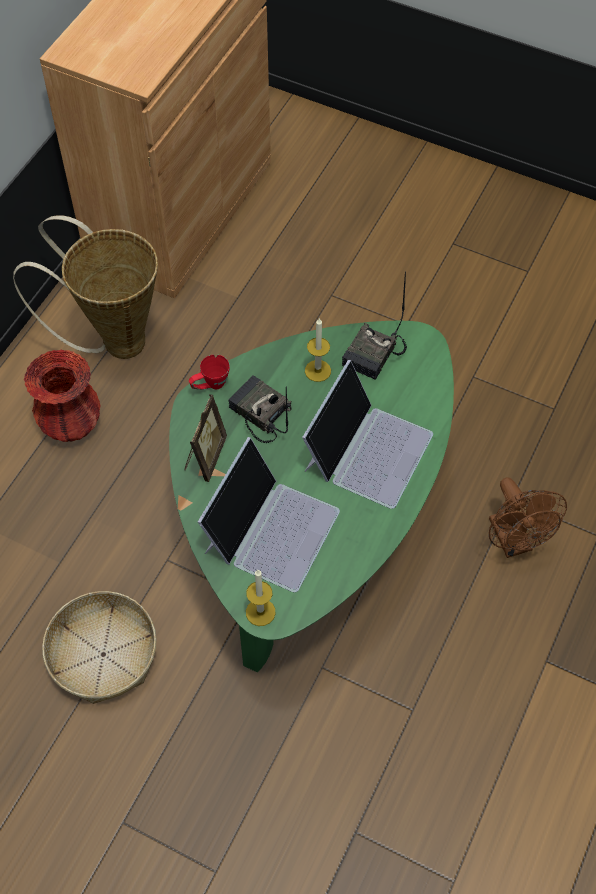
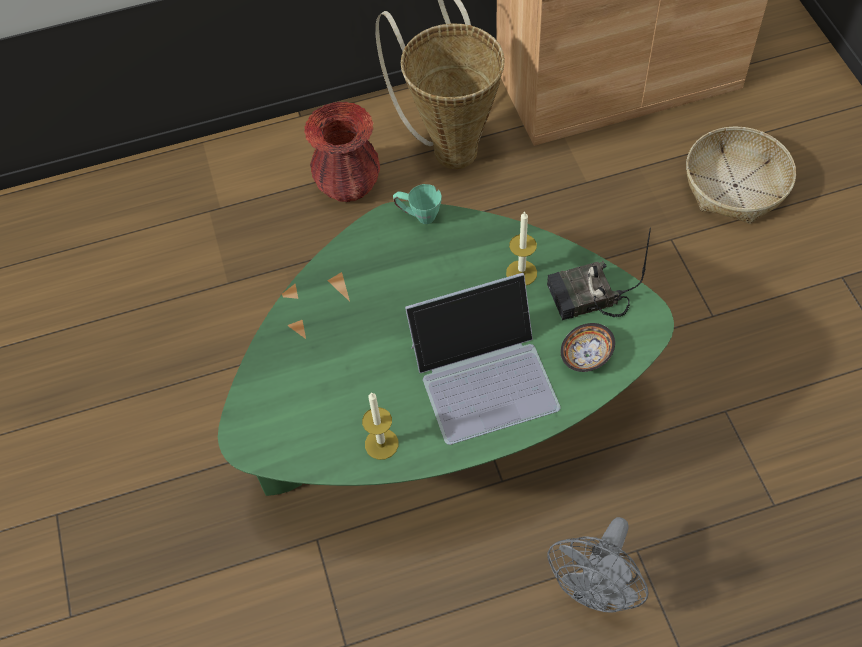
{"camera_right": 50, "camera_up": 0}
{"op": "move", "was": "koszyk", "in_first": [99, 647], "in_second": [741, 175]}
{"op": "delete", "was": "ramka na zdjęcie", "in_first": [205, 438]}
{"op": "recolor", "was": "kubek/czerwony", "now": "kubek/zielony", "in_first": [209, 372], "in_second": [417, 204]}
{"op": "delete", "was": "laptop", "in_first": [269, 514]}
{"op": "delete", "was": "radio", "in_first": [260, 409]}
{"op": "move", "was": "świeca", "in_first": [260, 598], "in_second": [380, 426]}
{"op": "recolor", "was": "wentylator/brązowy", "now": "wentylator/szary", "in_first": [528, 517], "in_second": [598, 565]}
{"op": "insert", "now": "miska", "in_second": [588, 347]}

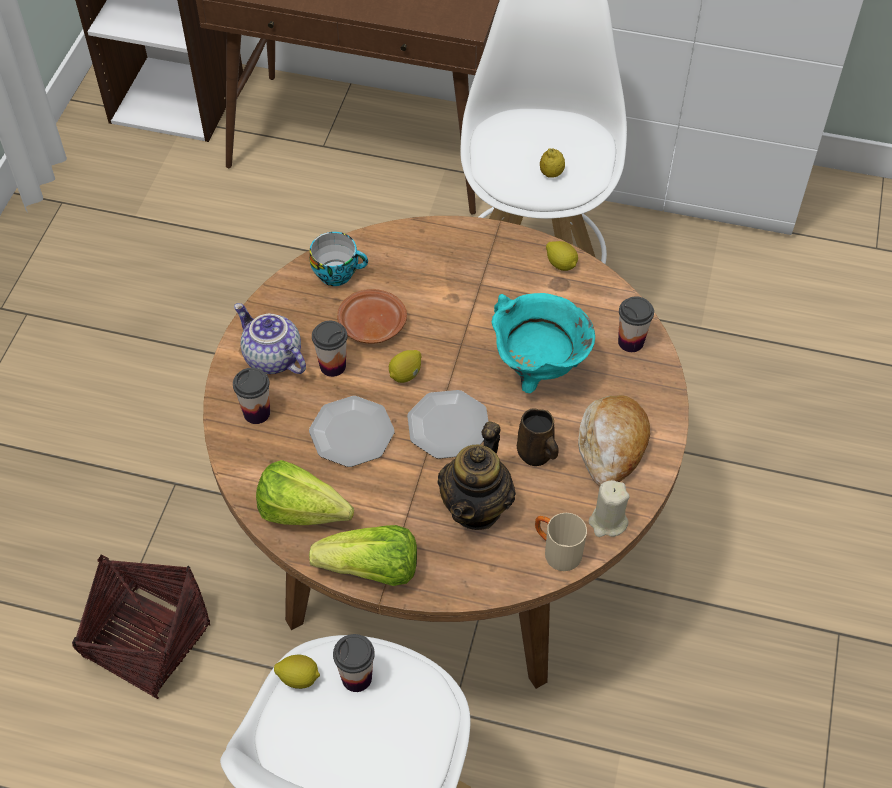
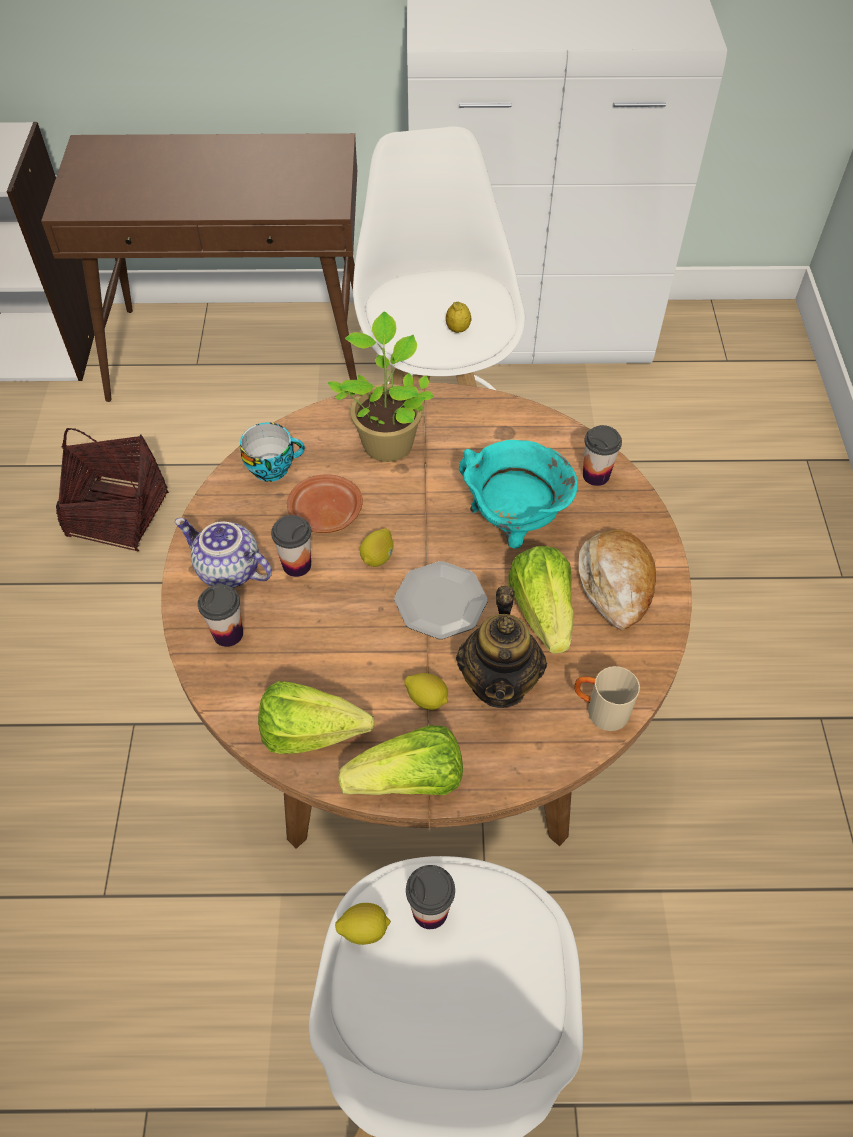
{"camera_right": -15, "camera_up": 0}
{"op": "move", "was": "koszyk", "in_first": [141, 626], "in_second": [112, 490]}
{"op": "delete", "was": "talerz", "in_first": [352, 431]}
{"op": "replace", "was": "kubek/brązowy", "now": "sałata", "in_first": [538, 437], "in_second": [541, 600]}
{"op": "move", "was": "cytryna", "in_first": [562, 256], "in_second": [426, 691]}
{"op": "delete", "was": "świeca/beżowy", "in_first": [609, 508]}
{"op": "insert", "now": "roślina doniczkowa", "in_second": [381, 387]}

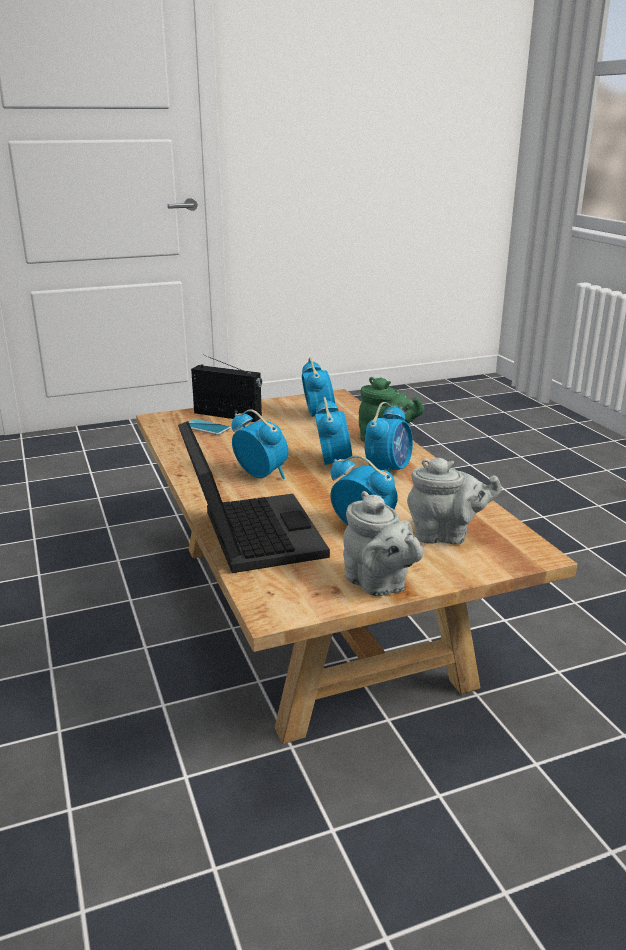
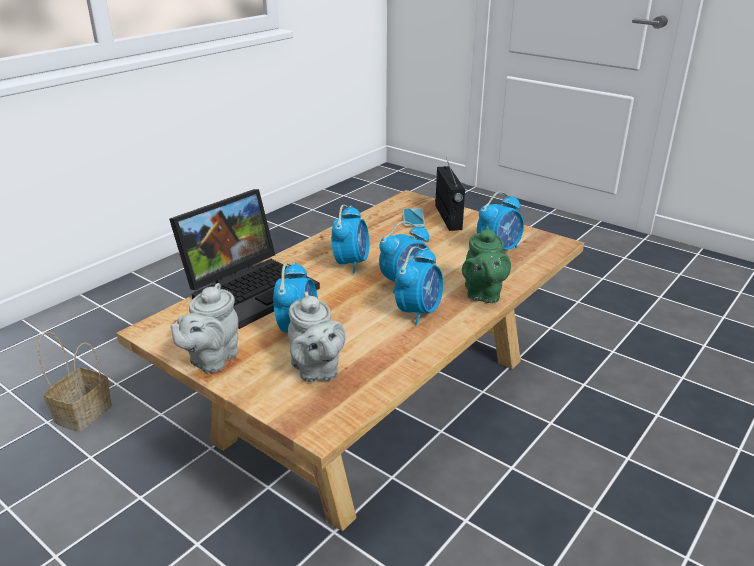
{"camera_right": 60, "camera_up": 5}
{"op": "rotate", "was": "budzik", "in_first": [389, 437], "in_second": [419, 285], "clockwise": -60}
{"op": "insert", "now": "koszyk", "in_second": [75, 381]}

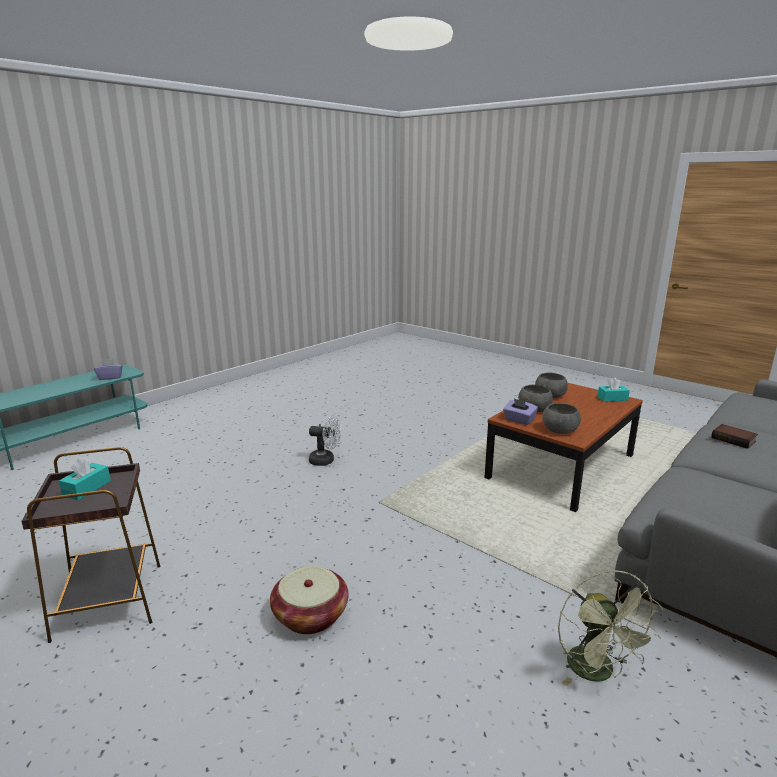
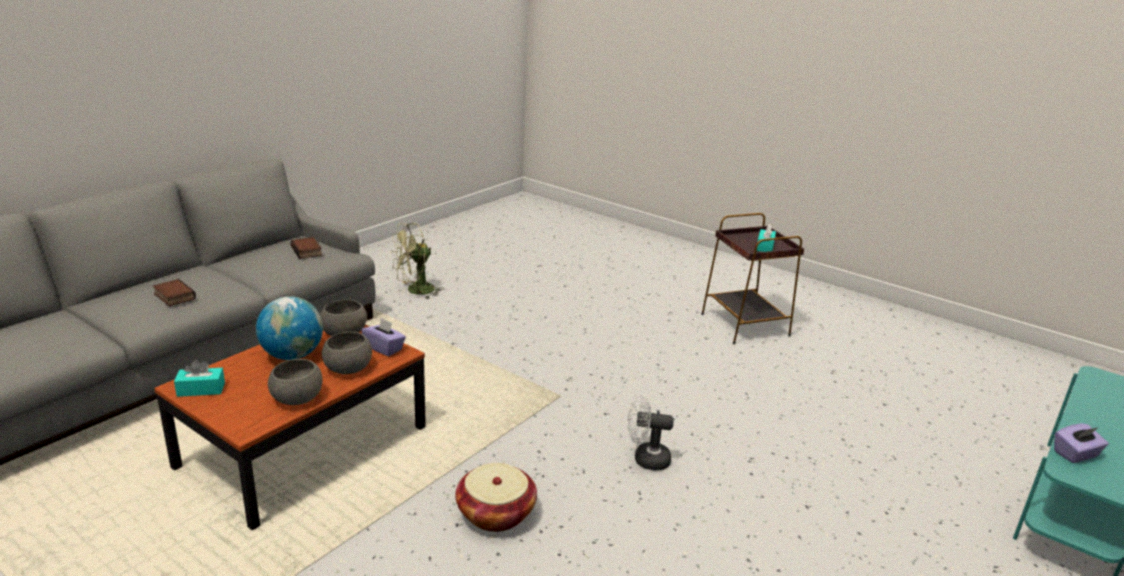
{"camera_right": 175, "camera_up": 5}
{"op": "move", "was": "koszyk", "in_first": [309, 600], "in_second": [496, 497]}
{"op": "rotate", "was": "wentylator/zielony", "in_first": [610, 628], "in_second": [416, 260], "clockwise": -105}
{"op": "insert", "now": "globus", "in_second": [289, 328]}
{"op": "insert", "now": "książka", "in_second": [306, 248]}

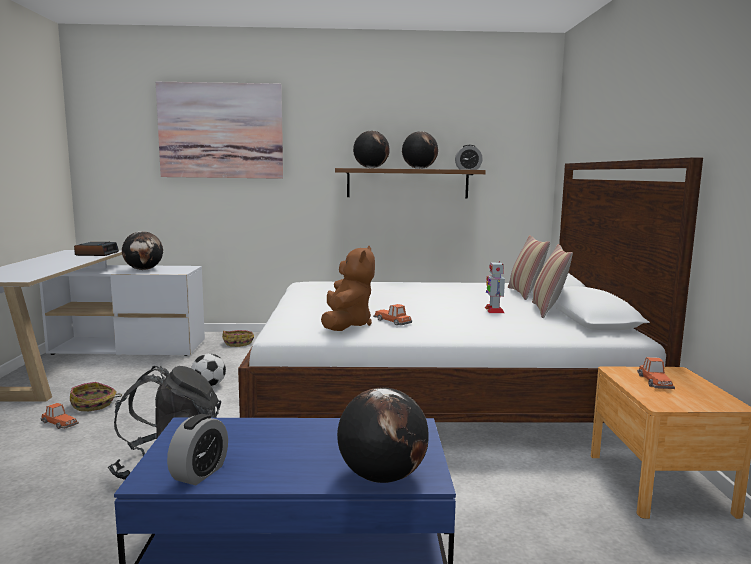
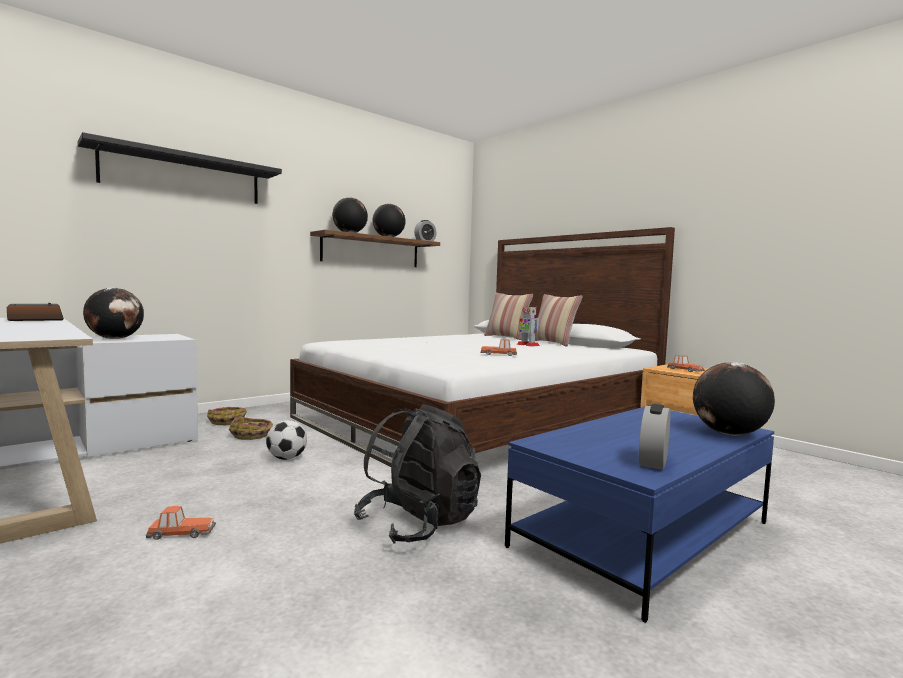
{"camera_right": -40, "camera_up": -5}
{"op": "move", "was": "koszyk", "in_first": [96, 396], "in_second": [251, 428]}
{"op": "replace", "was": "obraz", "now": "półka/czarny", "in_first": [219, 130], "in_second": [179, 168]}
{"op": "rotate", "was": "budzik", "in_first": [197, 450], "in_second": [654, 437], "clockwise": -135}
{"op": "delete", "was": "pluszak/brązowy", "in_first": [348, 288]}

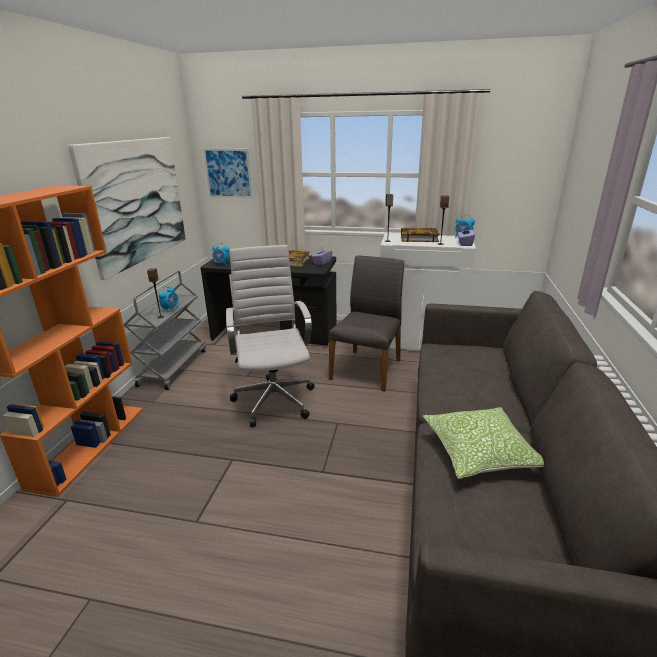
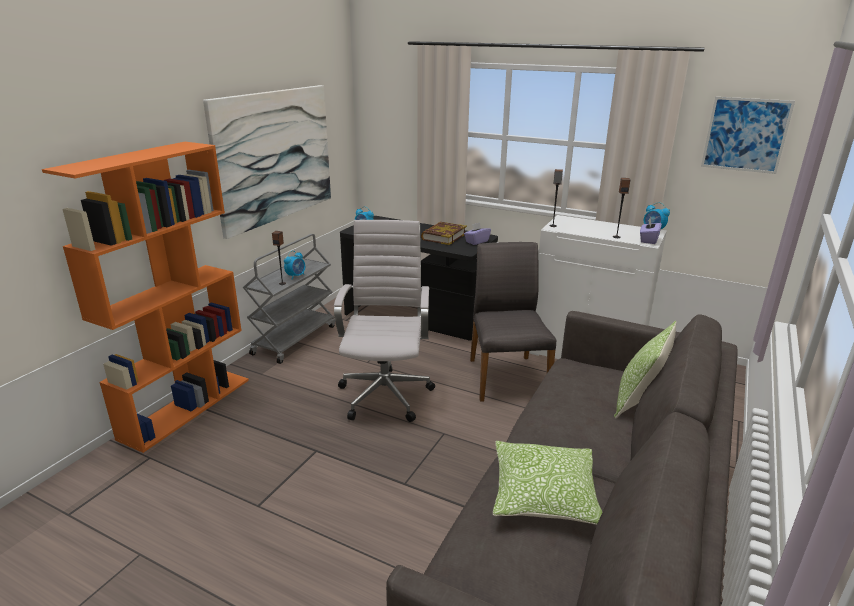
{"camera_right": 15, "camera_up": 0}
{"op": "move", "was": "obraz", "in_first": [228, 173], "in_second": [748, 135]}
{"op": "rotate", "was": "krzesło/szary", "in_first": [366, 323], "in_second": [513, 322], "clockwise": -45}
{"op": "delete", "was": "książka", "in_first": [420, 234]}
{"op": "insert", "now": "poduszka", "in_second": [645, 369]}

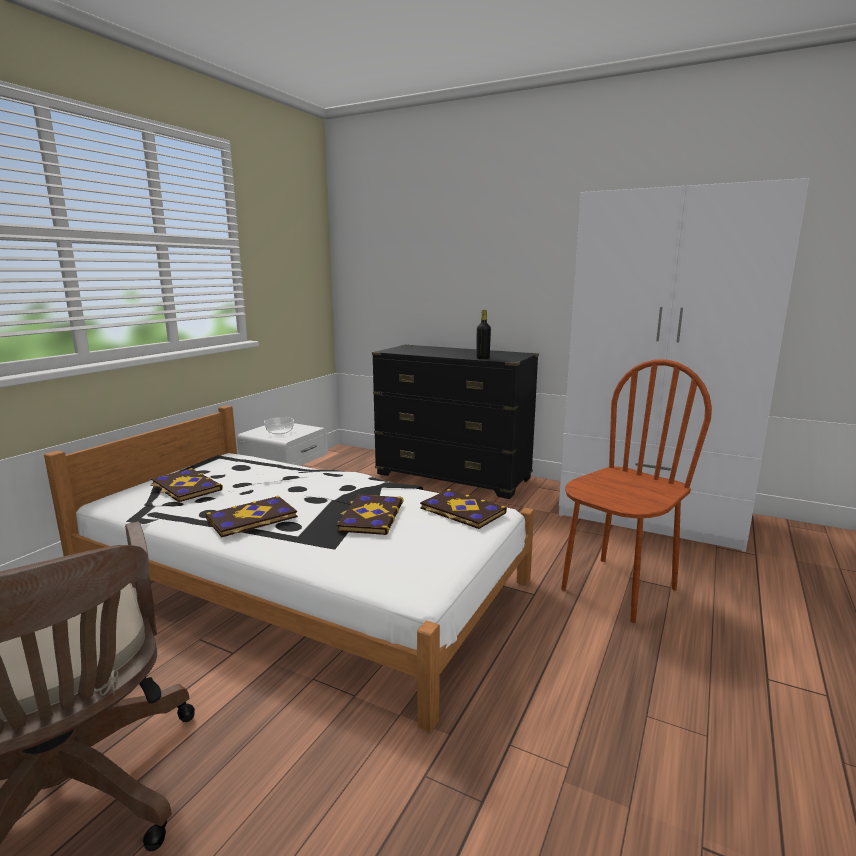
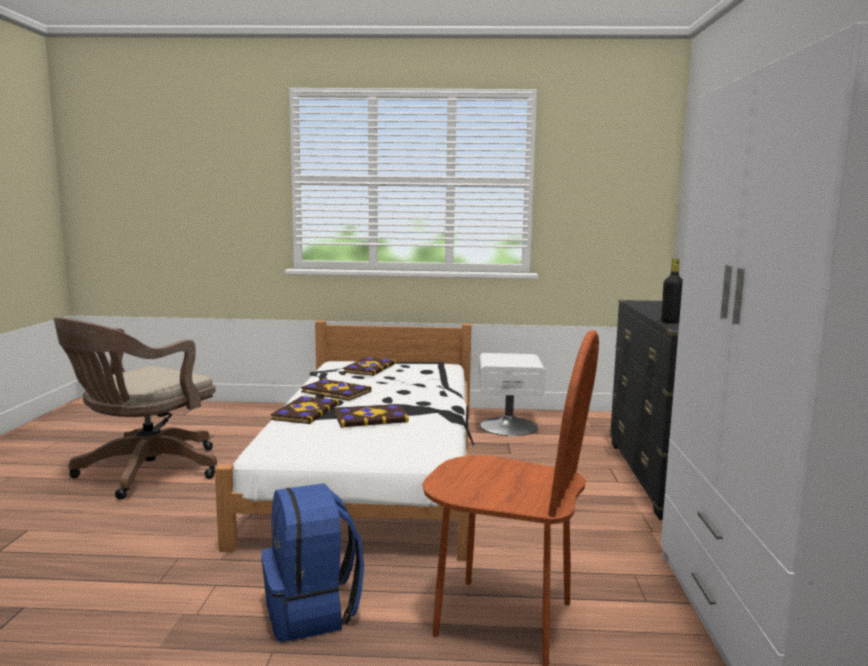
{"camera_right": 65, "camera_up": -5}
{"op": "delete", "was": "miska", "in_first": [279, 425]}
{"op": "move", "was": "książka", "in_first": [463, 509], "in_second": [305, 410]}
{"op": "insert", "now": "plecak/niebieski", "in_second": [312, 562]}

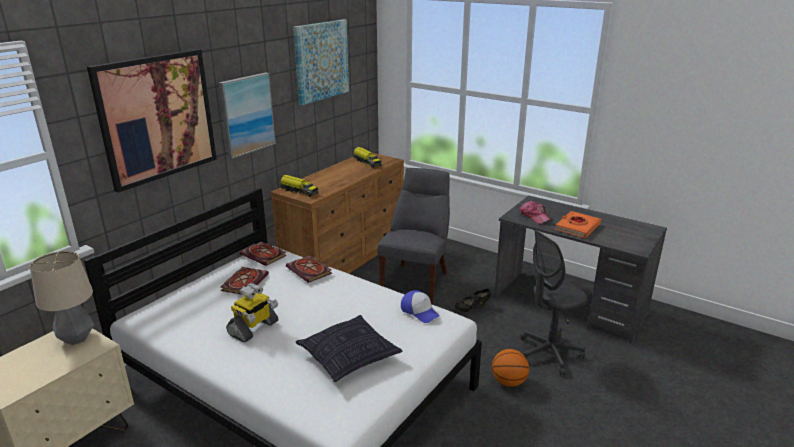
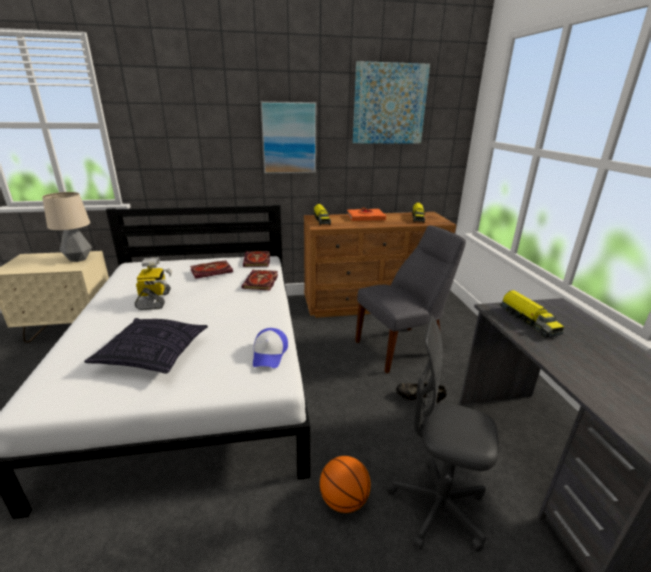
{"camera_right": 45, "camera_up": 0}
{"op": "delete", "was": "obraz", "in_first": [152, 121]}
{"op": "rotate", "was": "robot zabawkowy", "in_first": [252, 313], "in_second": [153, 283], "clockwise": -90}
{"op": "replace", "was": "czapka z daszkiem", "now": "ciężarówka zabawkowa", "in_first": [535, 212], "in_second": [532, 314]}
{"op": "move", "was": "książka/pomarańczowy", "in_first": [578, 224], "in_second": [366, 214]}

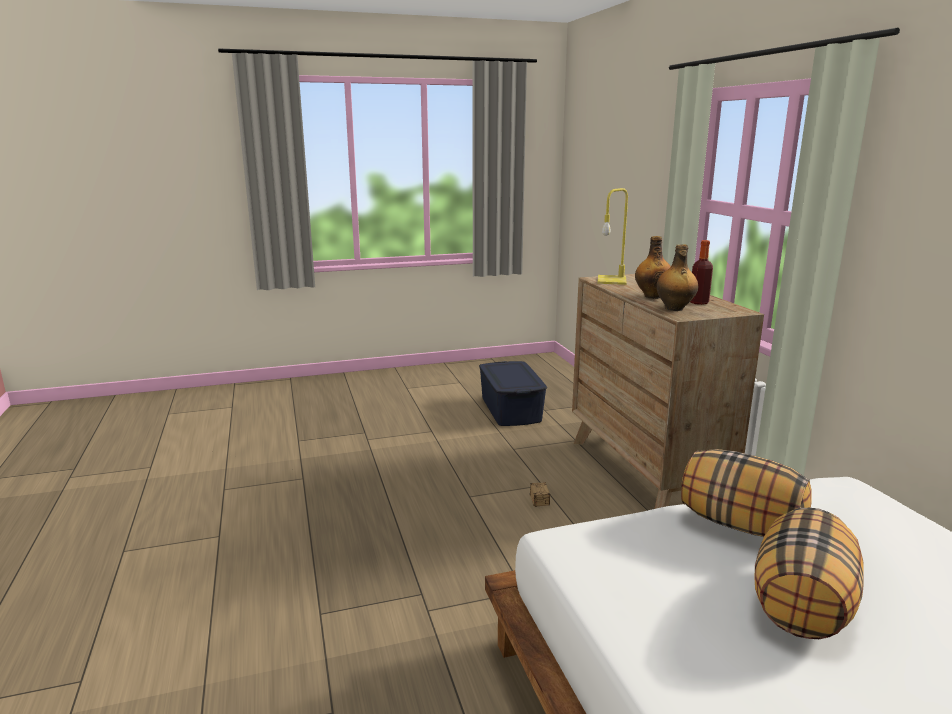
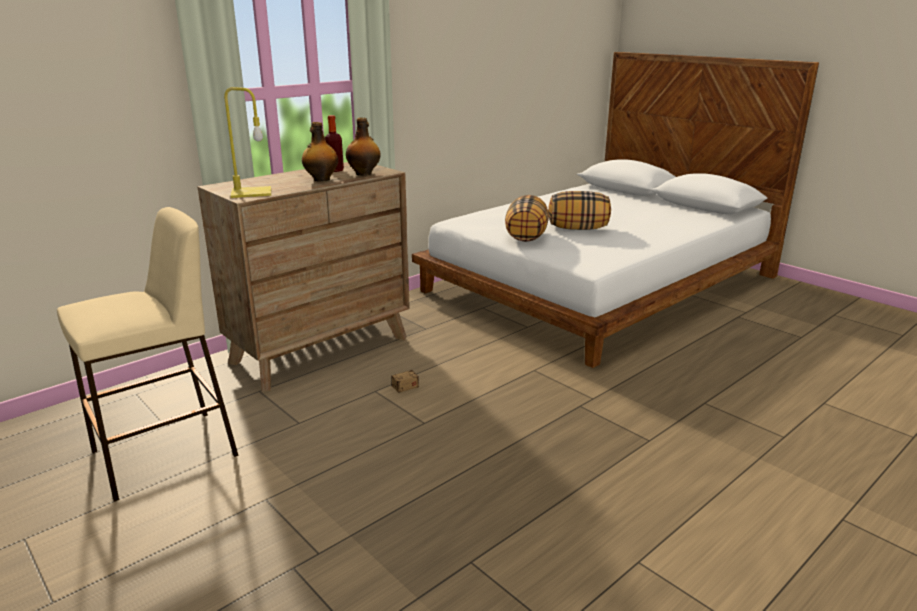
{"camera_right": -115, "camera_up": 5}
{"op": "replace", "was": "pojemnik do przechowywania/niebieski", "now": "stołek/beżowy", "in_first": [513, 393], "in_second": [148, 354]}

